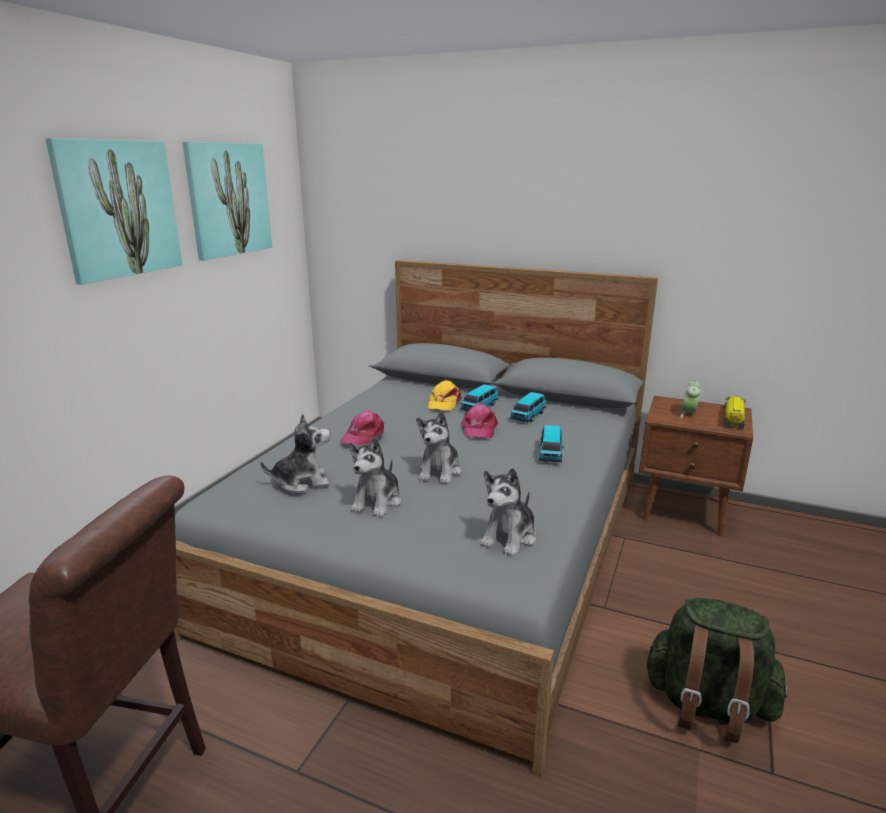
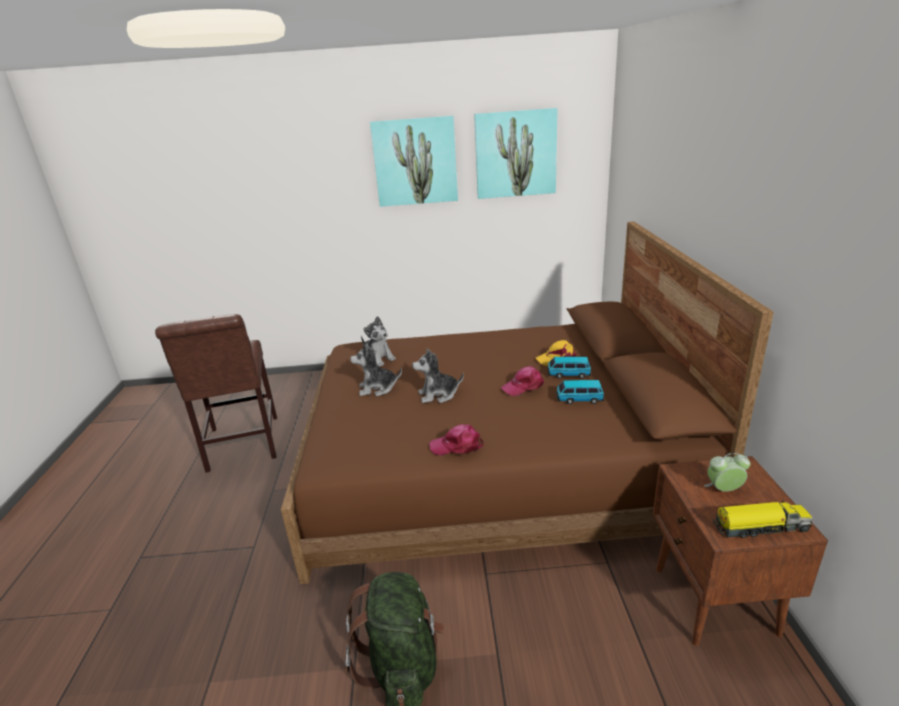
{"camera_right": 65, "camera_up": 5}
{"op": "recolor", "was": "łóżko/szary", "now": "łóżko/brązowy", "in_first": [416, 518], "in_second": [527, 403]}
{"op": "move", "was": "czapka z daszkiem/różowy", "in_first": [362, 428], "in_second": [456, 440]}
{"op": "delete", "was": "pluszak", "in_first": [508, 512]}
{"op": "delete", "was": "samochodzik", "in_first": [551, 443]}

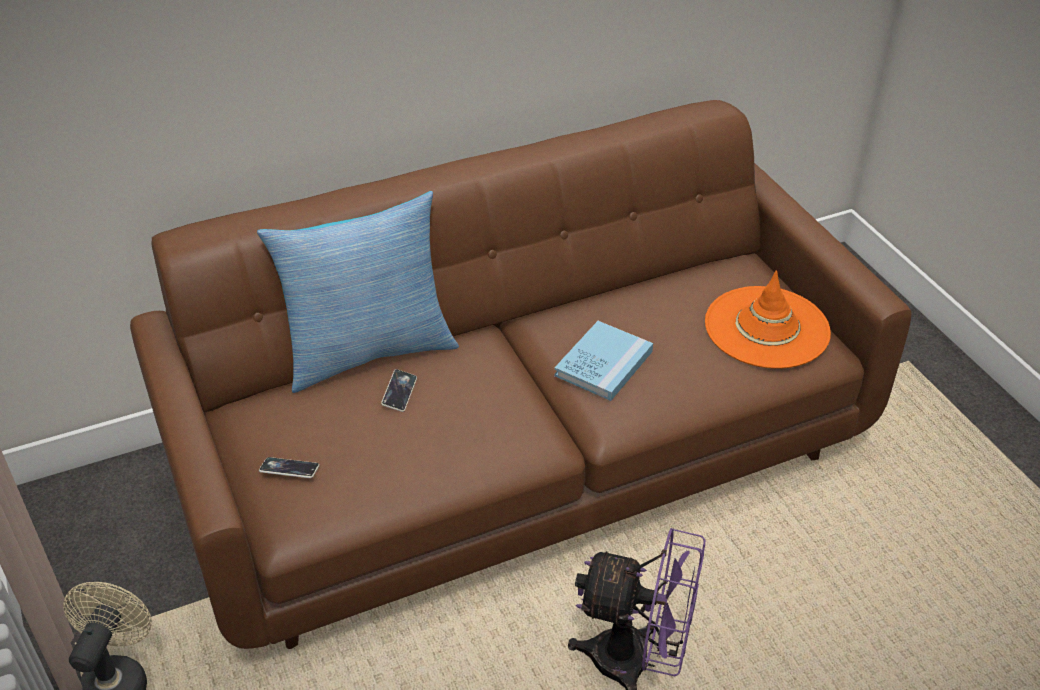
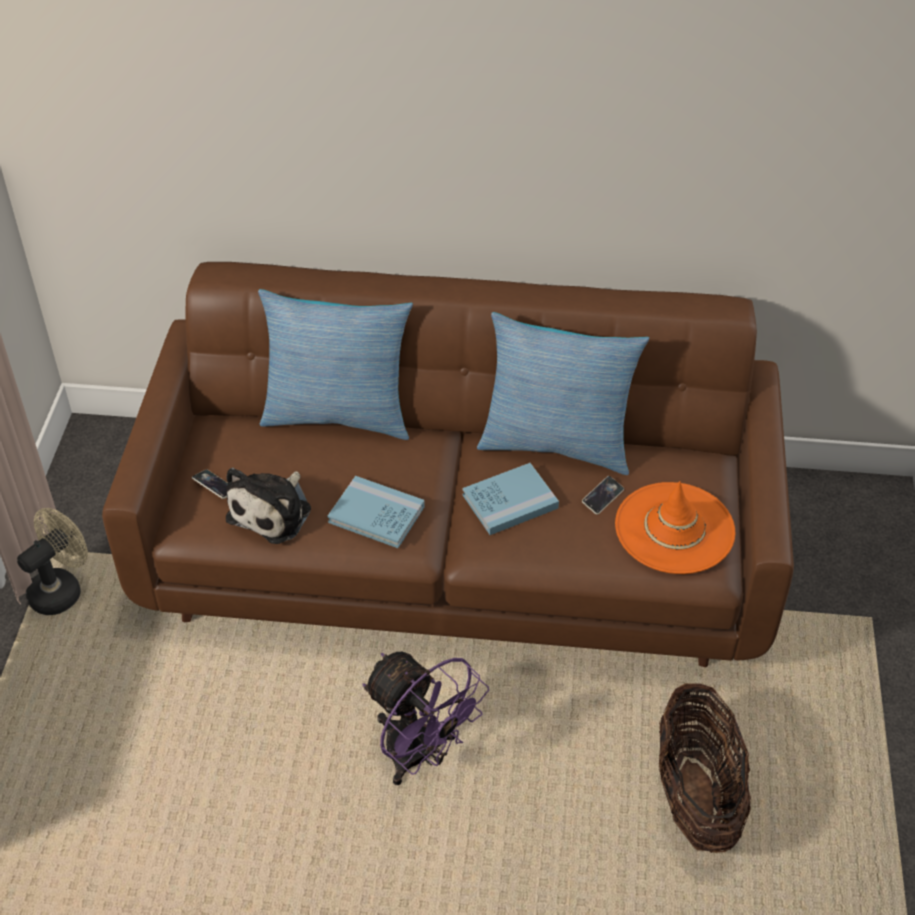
{"camera_right": 30, "camera_up": 5}
{"op": "move", "was": "telefon", "in_first": [399, 390], "in_second": [603, 495]}
{"op": "insert", "now": "pluszak", "in_second": [268, 506]}
{"op": "insert", "now": "książka/niebieski", "in_second": [376, 512]}
{"op": "insert", "now": "poduszka", "in_second": [563, 393]}
{"op": "insert", "now": "koszyk", "in_second": [705, 768]}

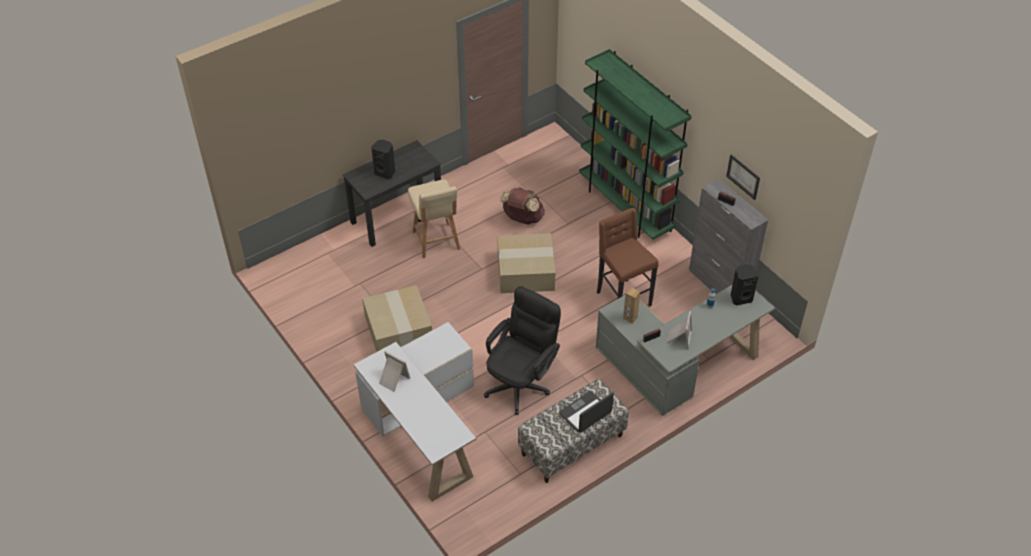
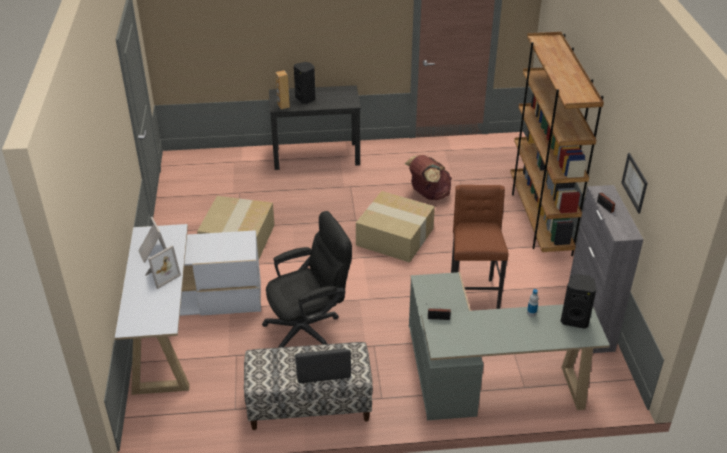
{"camera_right": 30, "camera_up": -10}
{"op": "delete", "was": "krzesło/beżowy", "in_first": [434, 218]}
{"op": "recolor", "was": "regał/zielony", "now": "regał/brązowy", "in_first": [635, 144], "in_second": [557, 144]}
{"op": "move", "was": "głośnik/brązowy", "in_first": [631, 305], "in_second": [282, 89]}
{"op": "move", "was": "ramka na zdjęcie", "in_first": [679, 330], "in_second": [163, 267]}

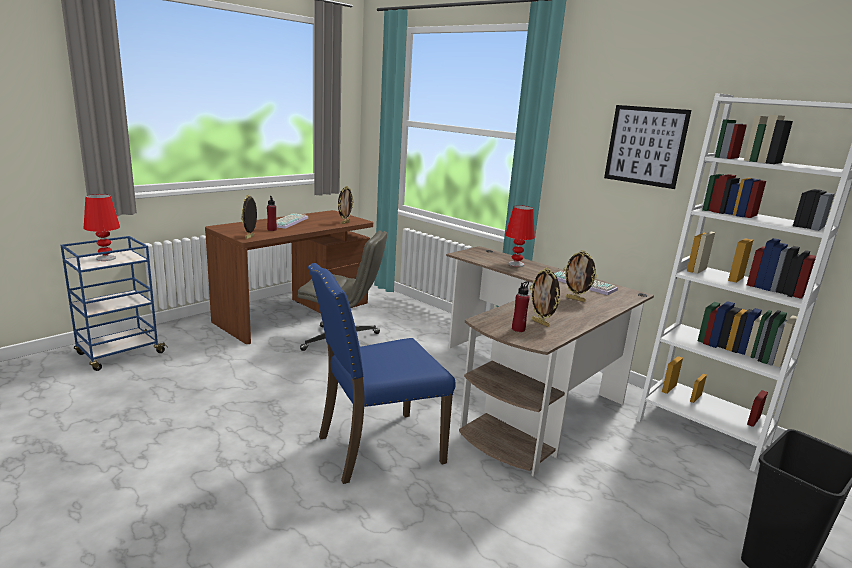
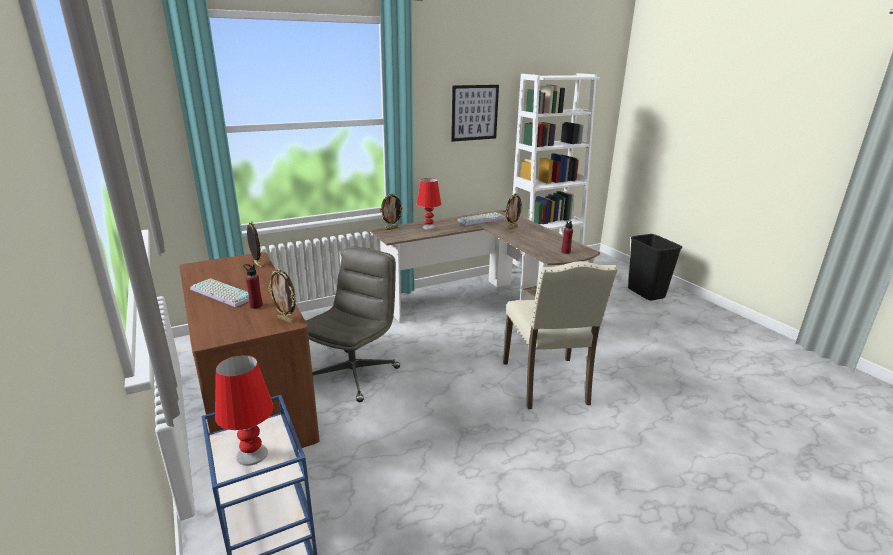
{"camera_right": -70, "camera_up": 5}
{"op": "recolor", "was": "krzesło/niebieski", "now": "krzesło/beżowy", "in_first": [382, 373], "in_second": [560, 335]}
{"op": "move", "was": "ramka na zdjęcie", "in_first": [544, 297], "in_second": [392, 211]}

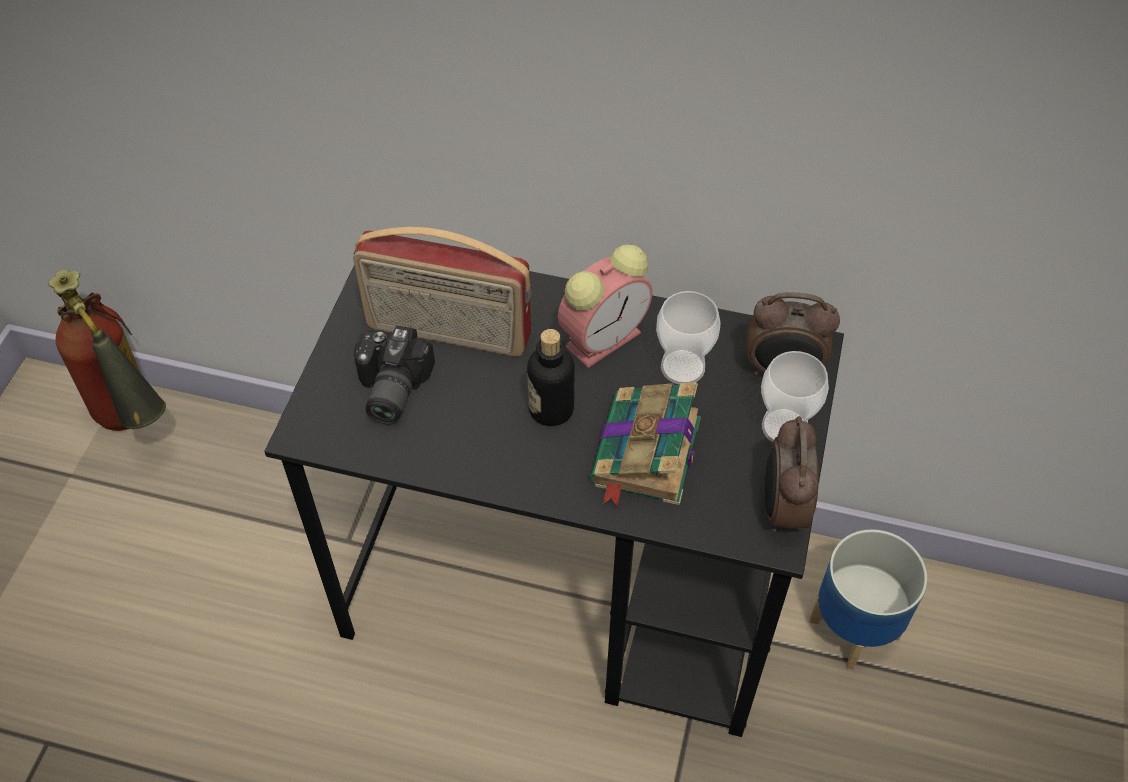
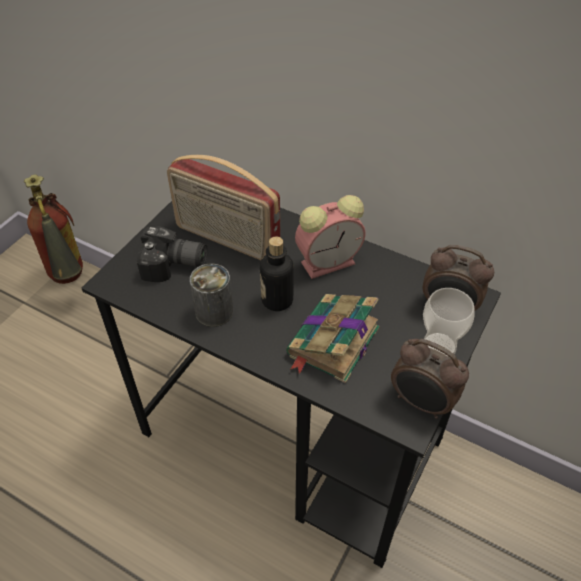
{"camera_right": 15, "camera_up": -5}
{"op": "rotate", "was": "aparat fotograficzny", "in_first": [394, 375], "in_second": [172, 254], "clockwise": -105}
{"op": "delete", "was": "filiżanka", "in_first": [688, 338]}
{"op": "rotate", "was": "budzik", "in_first": [792, 474], "in_second": [430, 379], "clockwise": -75}
{"op": "delete", "was": "donica", "in_first": [868, 599]}
{"op": "insert", "now": "puszka", "in_second": [211, 295]}

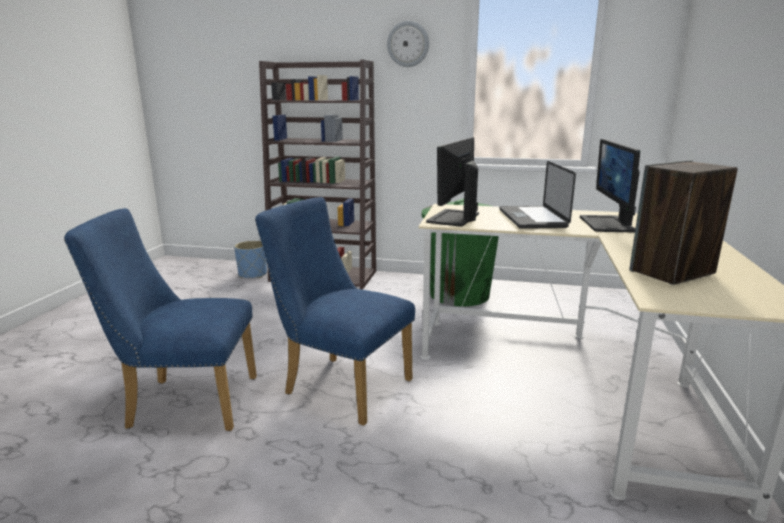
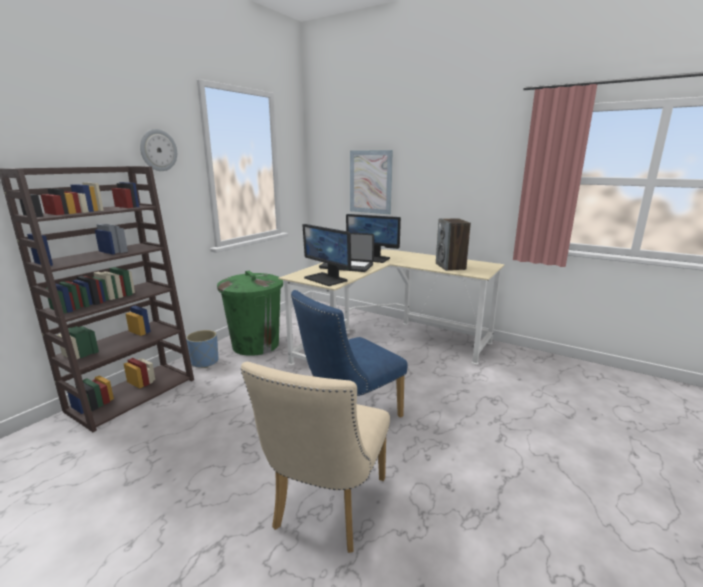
{"camera_right": -70, "camera_up": 0}
{"op": "recolor", "was": "krzesło/niebieski", "now": "krzesło/beżowy", "in_first": [160, 319], "in_second": [315, 457]}
{"op": "move", "was": "donica/niebieski", "in_first": [250, 259], "in_second": [202, 349]}
{"op": "insert", "now": "obraz", "in_second": [371, 182]}

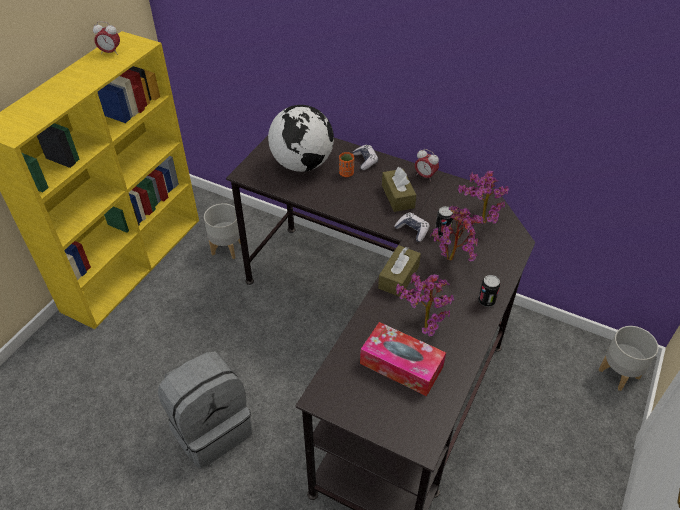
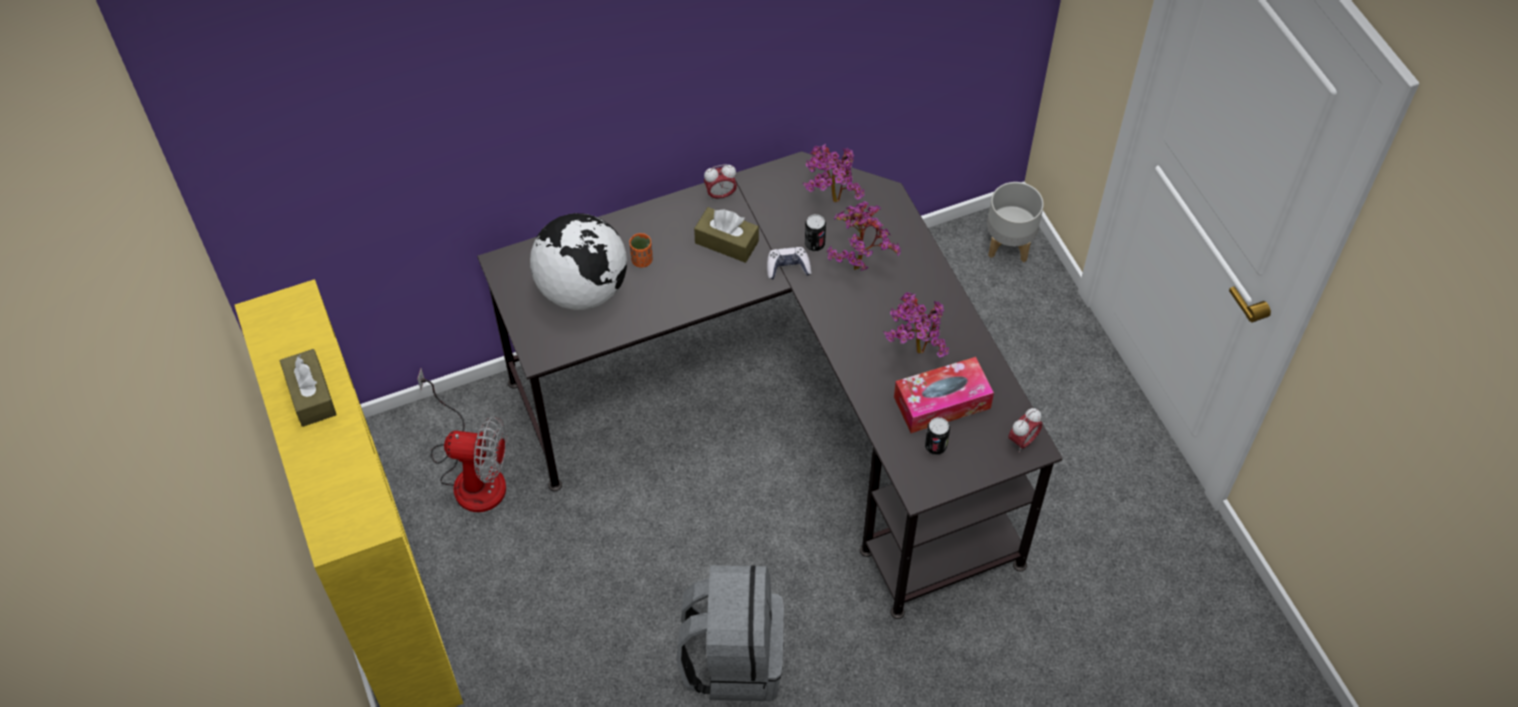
{"camera_right": -50, "camera_up": 10}
{"op": "move", "was": "budzik", "in_first": [106, 38], "in_second": [1025, 430]}
{"op": "replace", "was": "donica/szary", "now": "wentylator", "in_first": [222, 231], "in_second": [461, 440]}
{"op": "delete", "was": "pad do gier", "in_first": [365, 157]}
{"op": "move", "was": "pudełko chusteczek/brązowy", "in_first": [399, 271], "in_second": [308, 388]}
{"op": "move", "was": "puszka", "in_first": [489, 291], "in_second": [937, 436]}

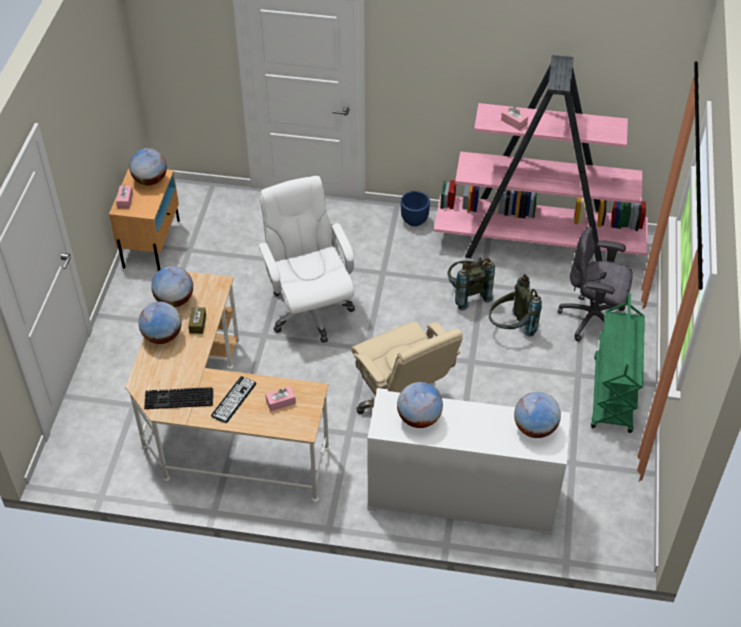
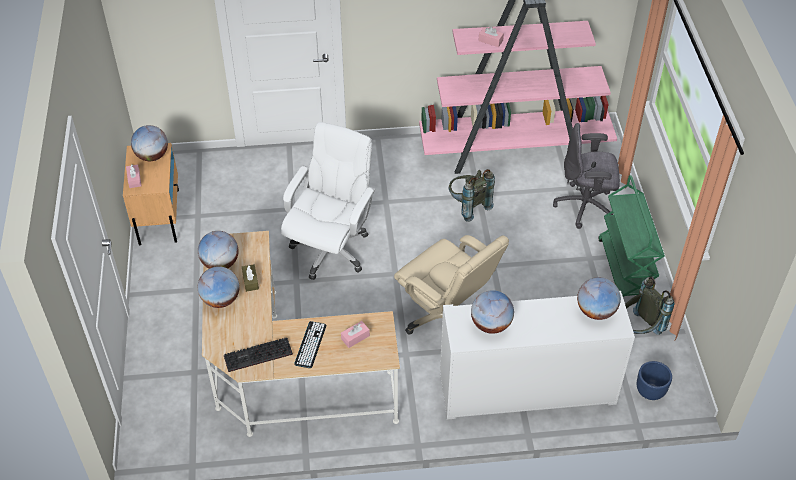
{"camera_right": -15, "camera_up": 0}
{"op": "rotate", "was": "krzesło biurowe/biały", "in_first": [306, 259], "in_second": [328, 201], "clockwise": 60}
{"op": "move", "was": "donica/niebieski", "in_first": [415, 208], "in_second": [654, 380]}
{"op": "move", "was": "plecak/szary", "in_first": [515, 305], "in_second": [650, 306]}

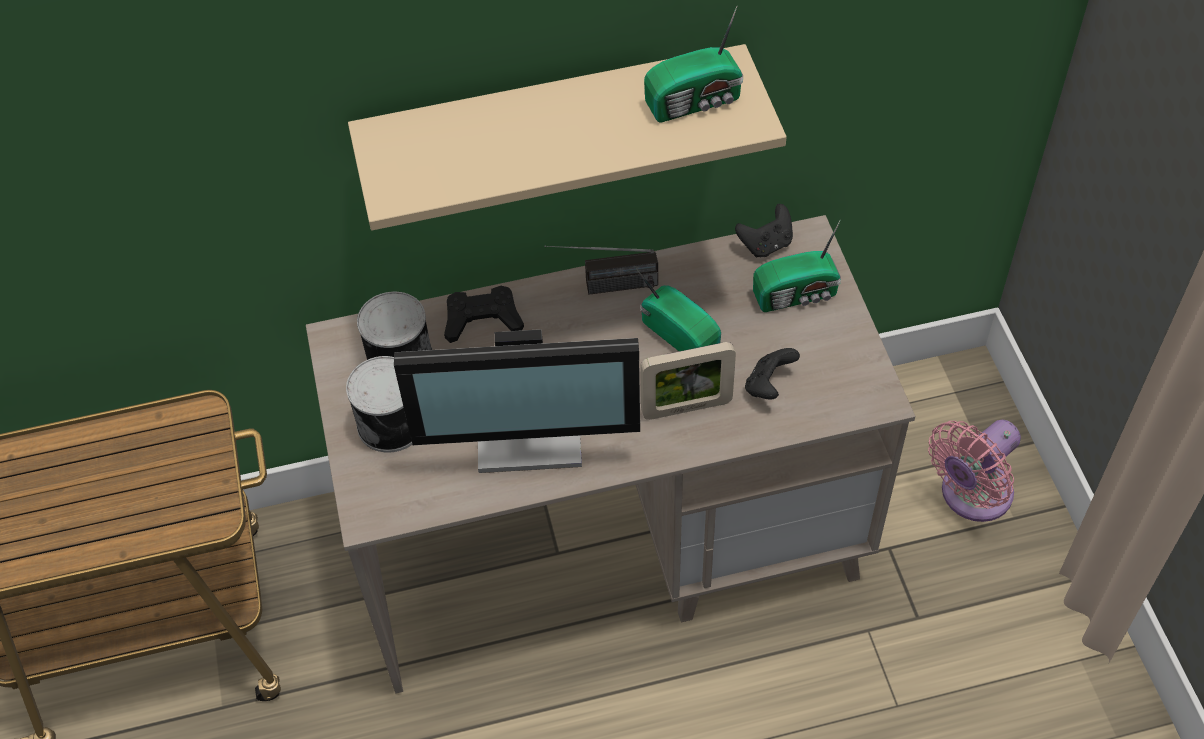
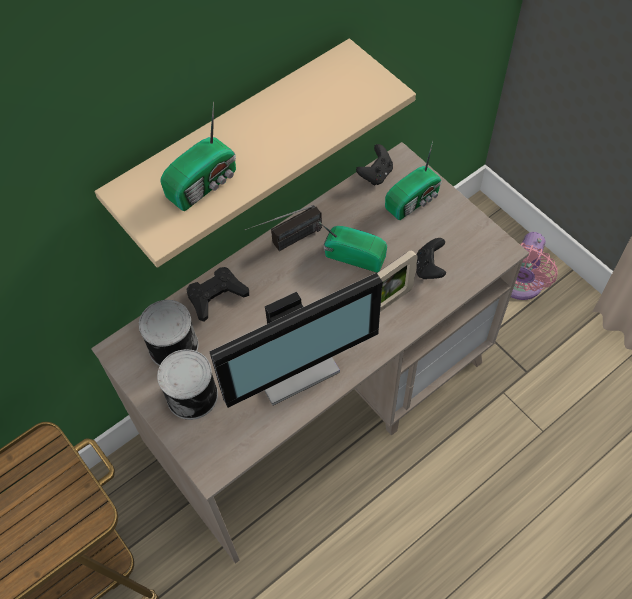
{"camera_right": -25, "camera_up": 5}
{"op": "move", "was": "radio", "in_first": [693, 63], "in_second": [198, 156]}

